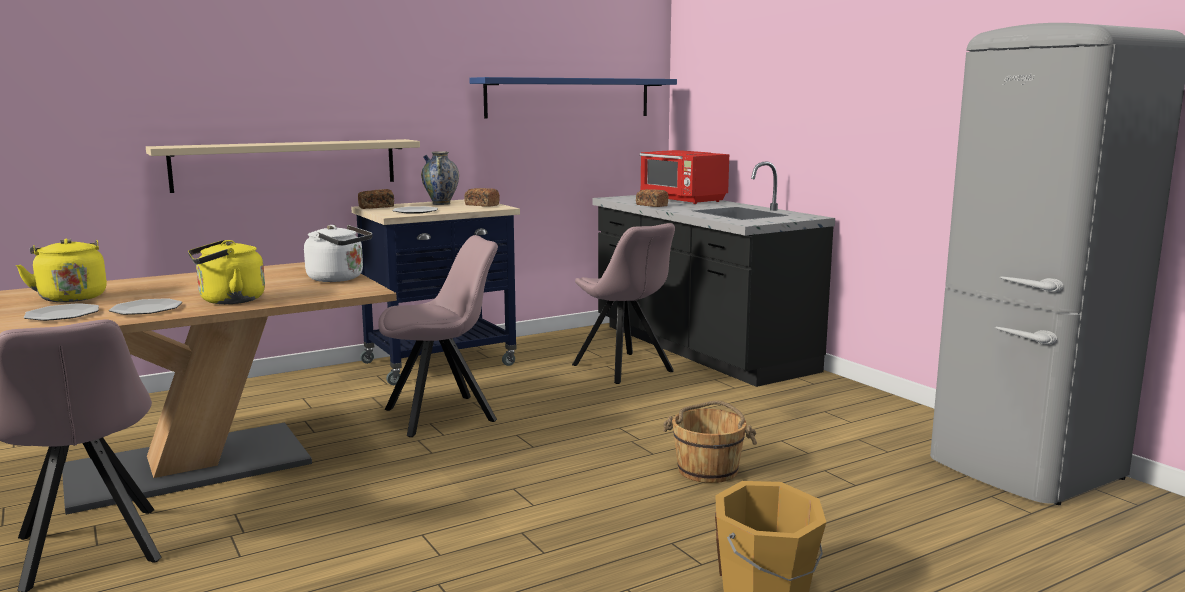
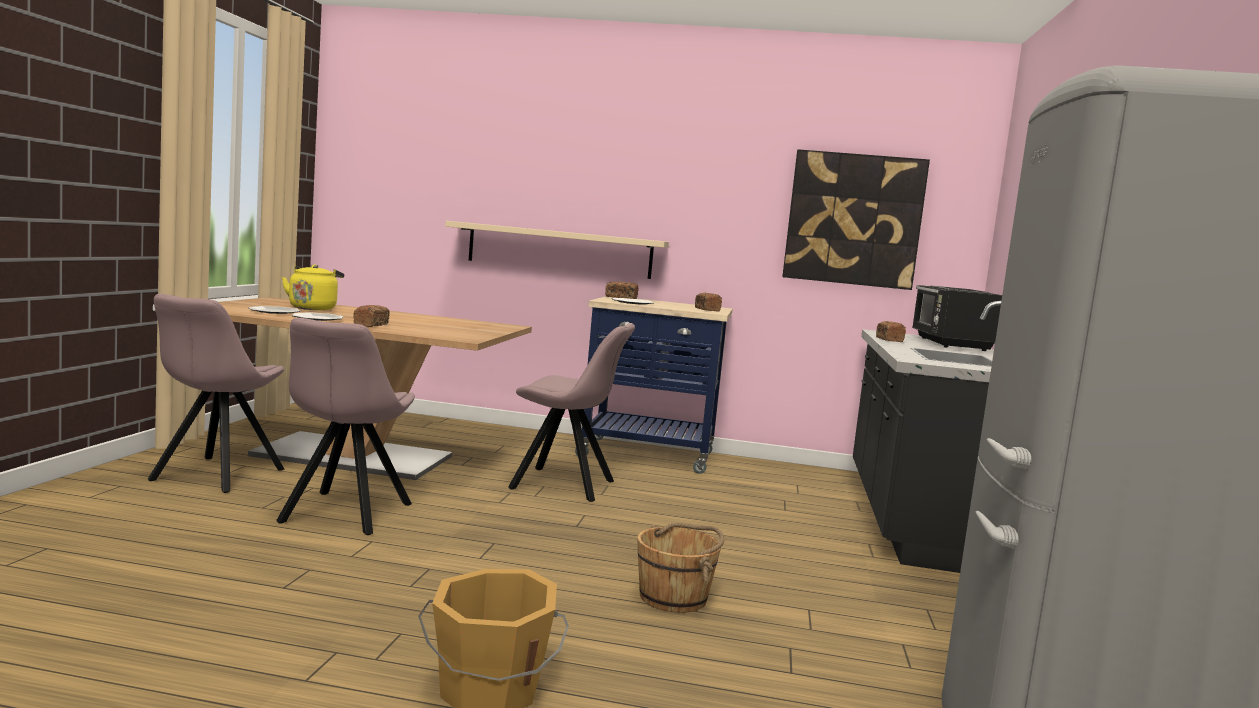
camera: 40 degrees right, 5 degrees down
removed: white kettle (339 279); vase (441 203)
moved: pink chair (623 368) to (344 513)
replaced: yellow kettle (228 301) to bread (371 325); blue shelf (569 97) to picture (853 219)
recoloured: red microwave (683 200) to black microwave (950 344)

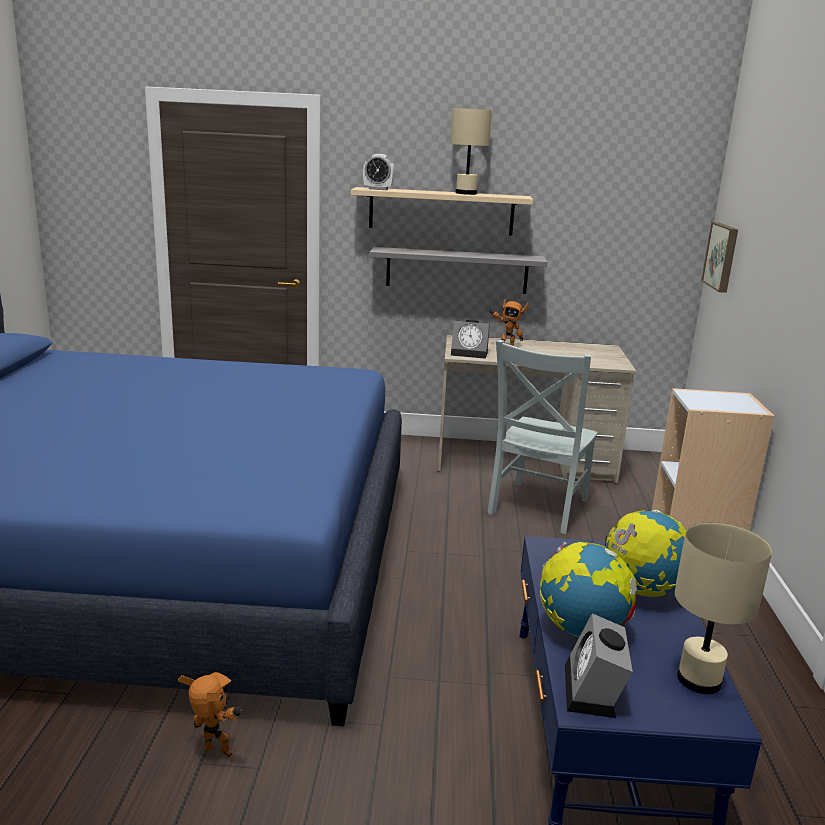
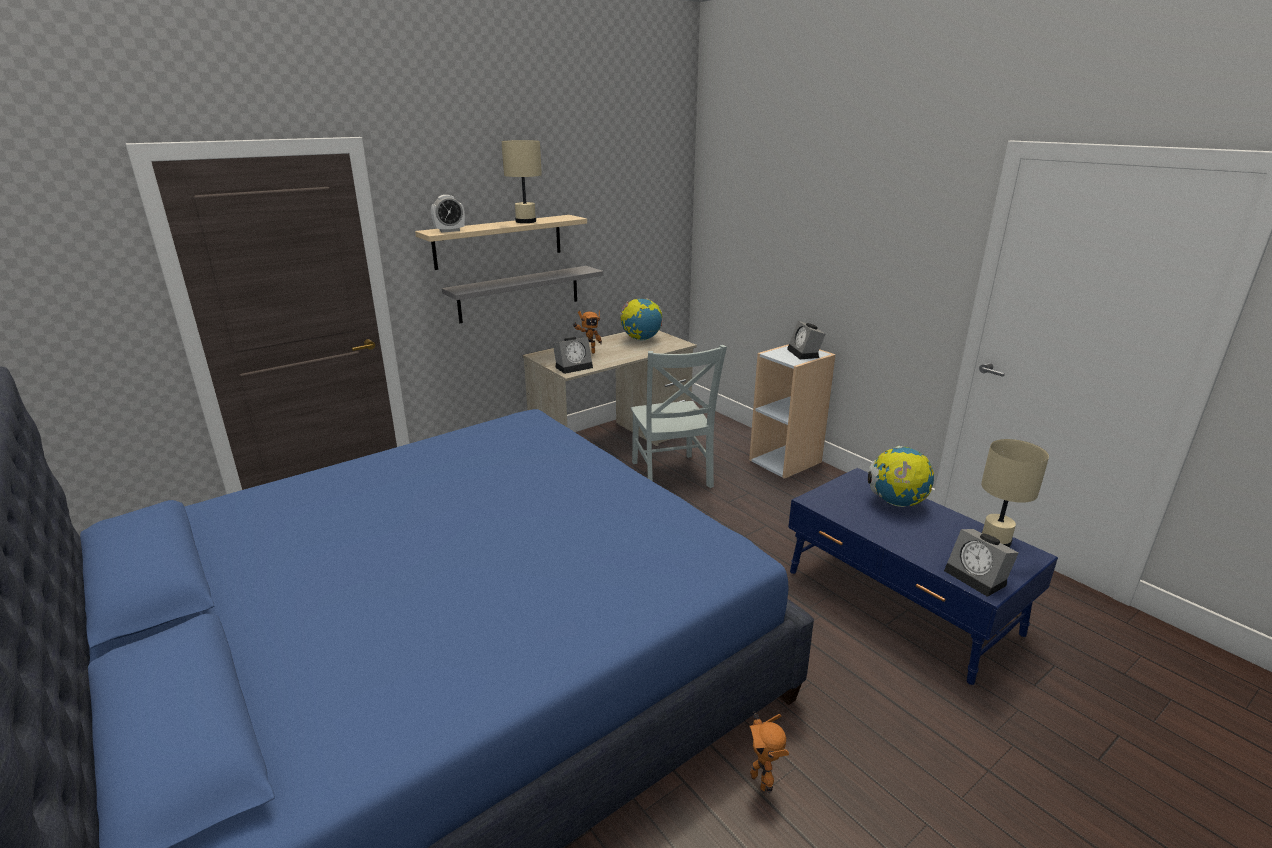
camera: 40 degrees left, 5 degrees up
removed: picture (722 256)
added: alarm clock (805 353)
moved: globe (581 630) to (641 339)
turned: toy robot (216 755) = (761 780) 90 degrees counterclockwise

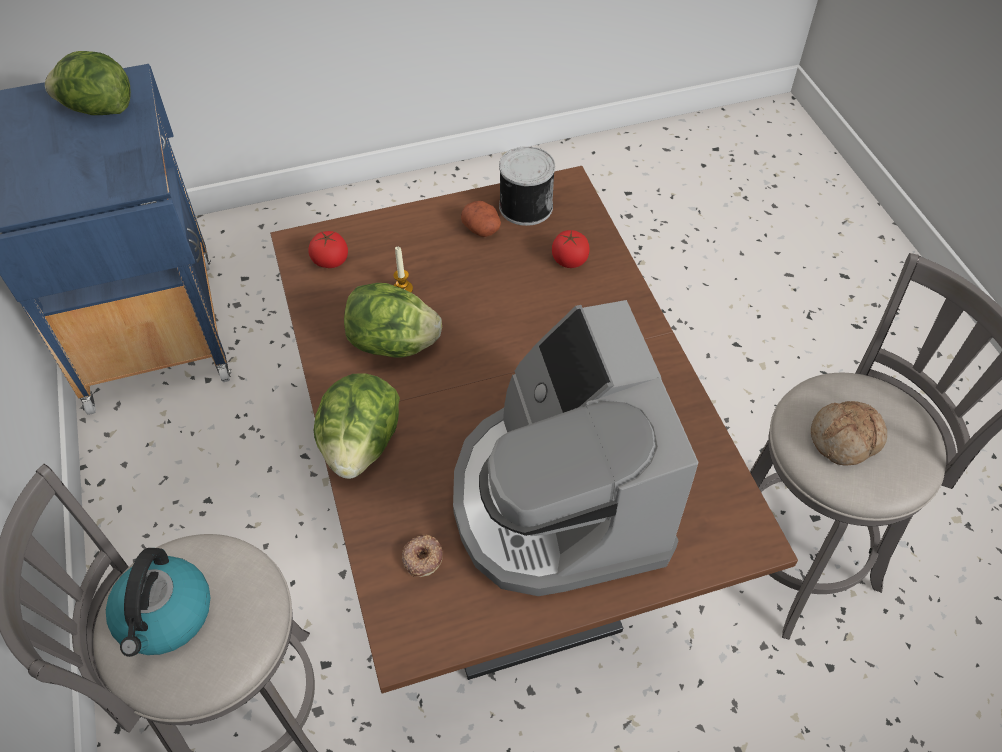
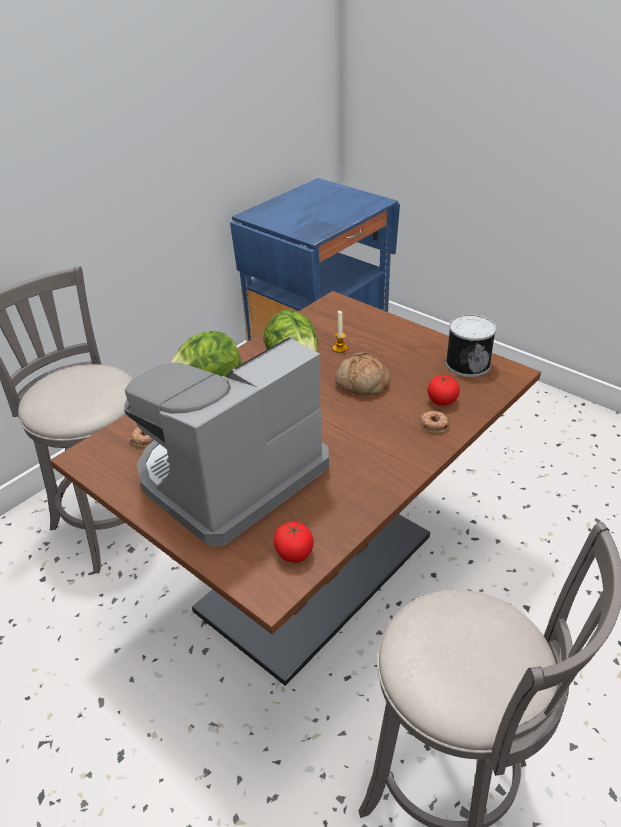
camera: 60 degrees right, 15 degrees down
removed: lettuce (98 110); kettle (165 616); potato (482 229)
added: donut (434 424)
moved: tomato (330 261) to (294 553); bread (845 440) to (361 384)

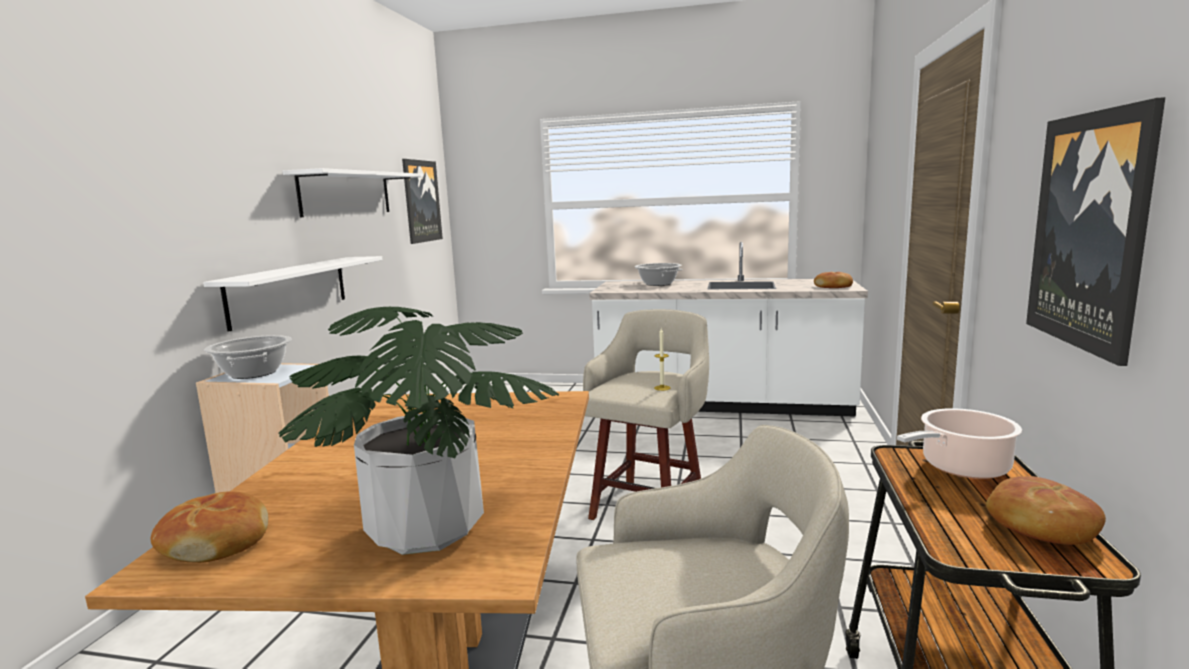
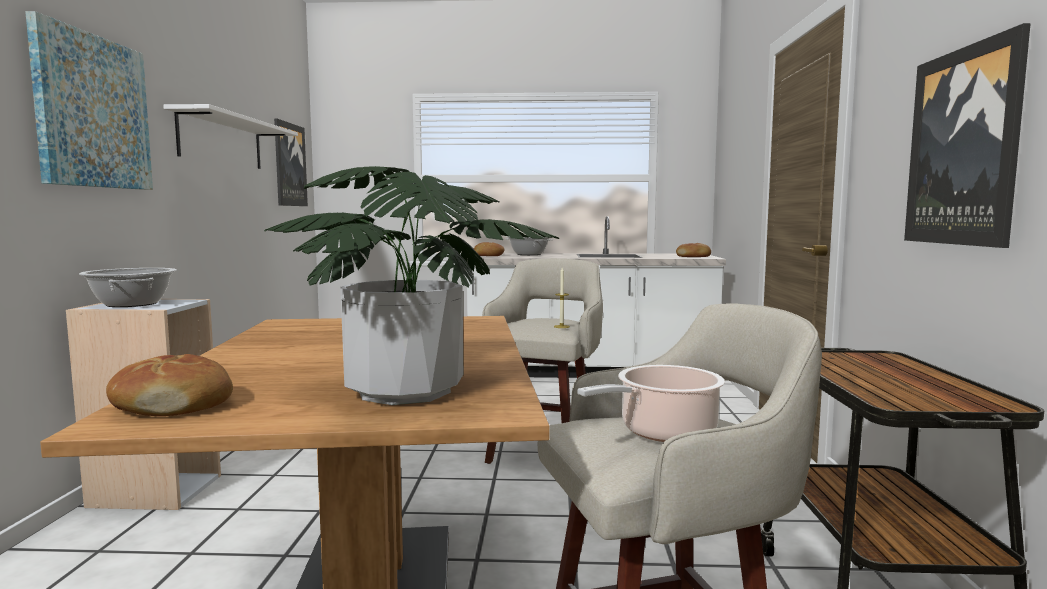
camera: 10 degrees left, 5 degrees down
removed: white shelf (289 290)
added: picture (92 112)
moved: cooking pot (961 467) to (663 432); bread (1040 525) to (488 256)

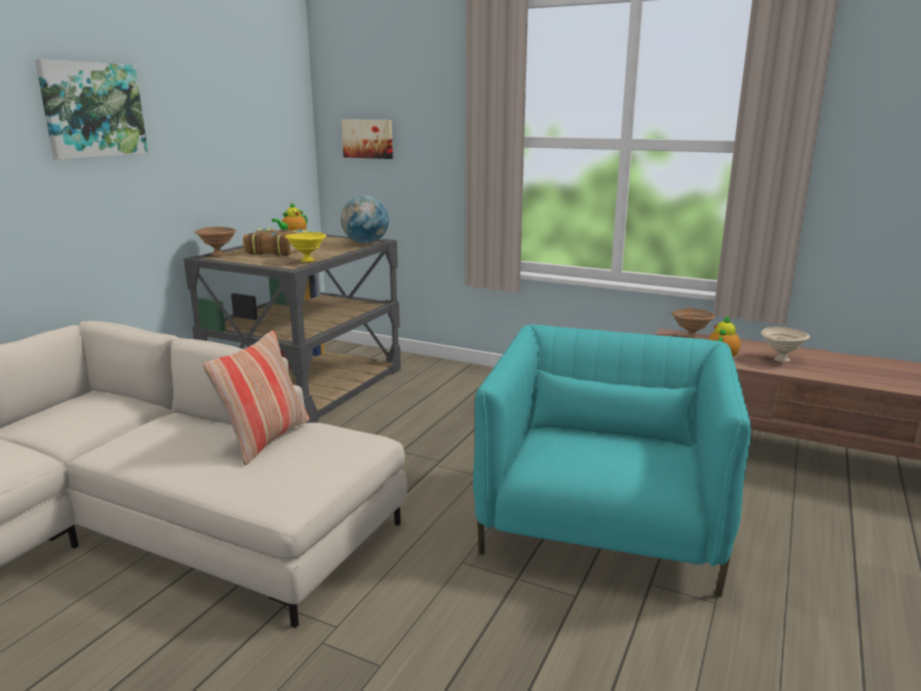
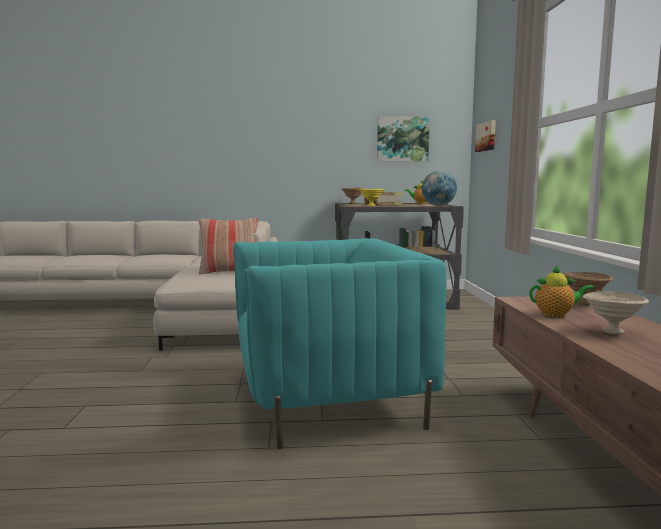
camera: 60 degrees right, 10 degrees down
moved: picture (93 110) to (402 139)

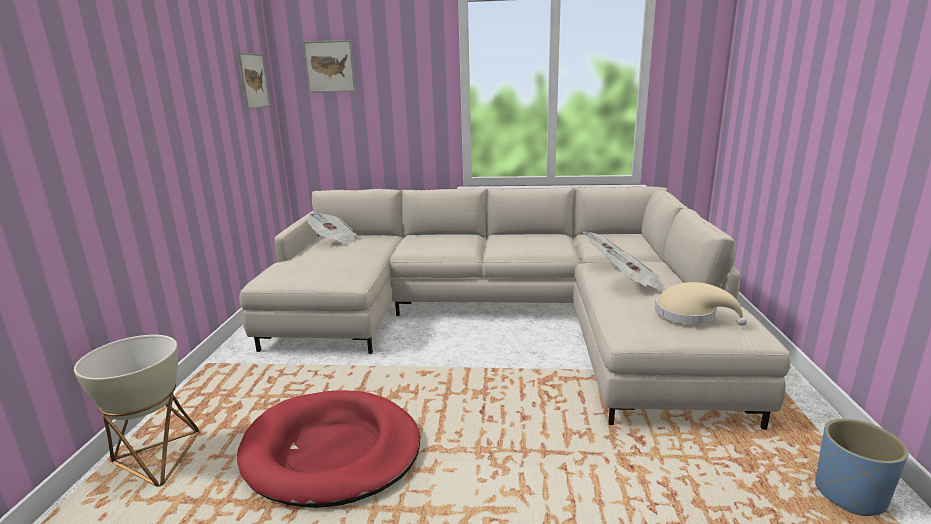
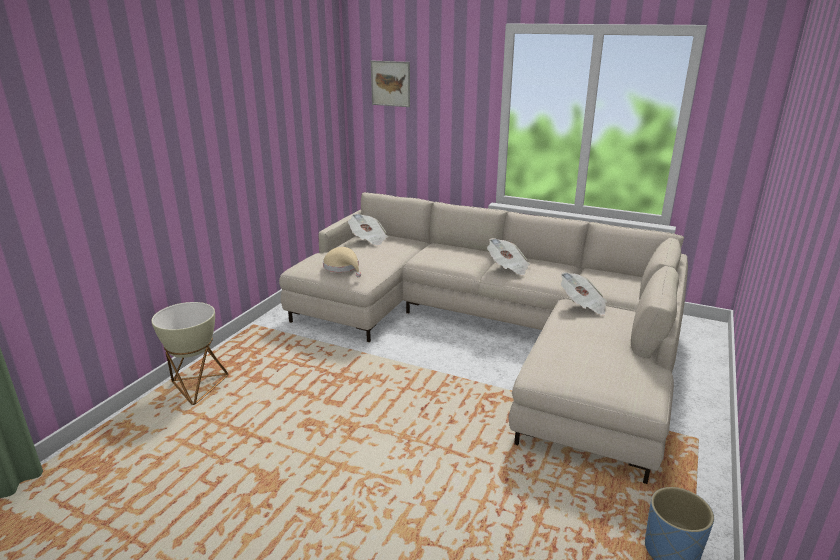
camera: 20 degrees right, 5 degrees up
removed: picture (253 80); red dog bed (332 451)
moved: newspaper (635 285) to (508 267); beige hat (690 315) to (343 267)

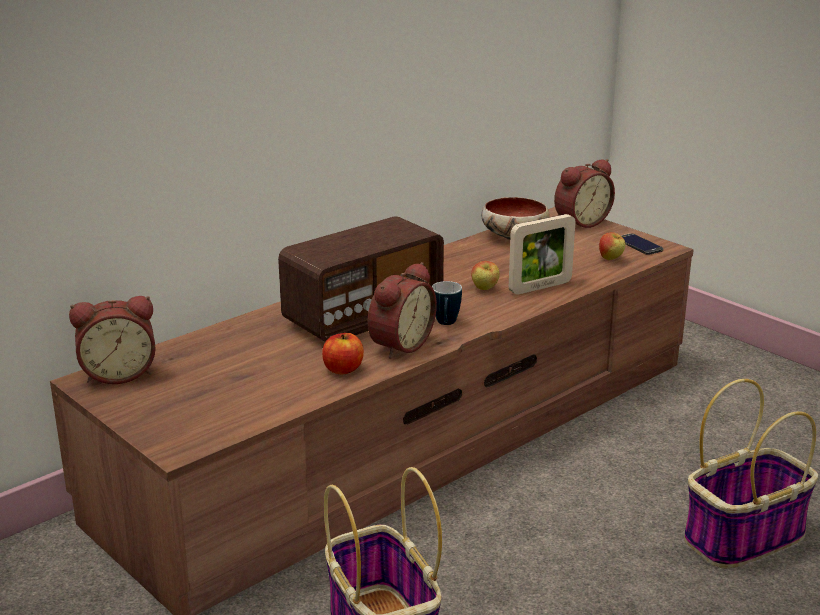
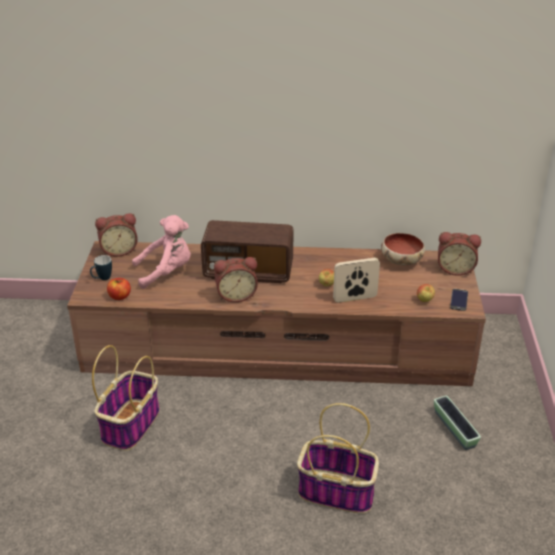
camera: 45 degrees right, 10 degrees up
added: pink plush toy (166 272); planter (454 429)
moved: apple (343 369) to (120 296); mug (446 324) to (102 279)
turned: alarm clock (119 373) = (119 250) 45 degrees counterclockwise; picture frame (540 287) = (355 298) 150 degrees clockwise

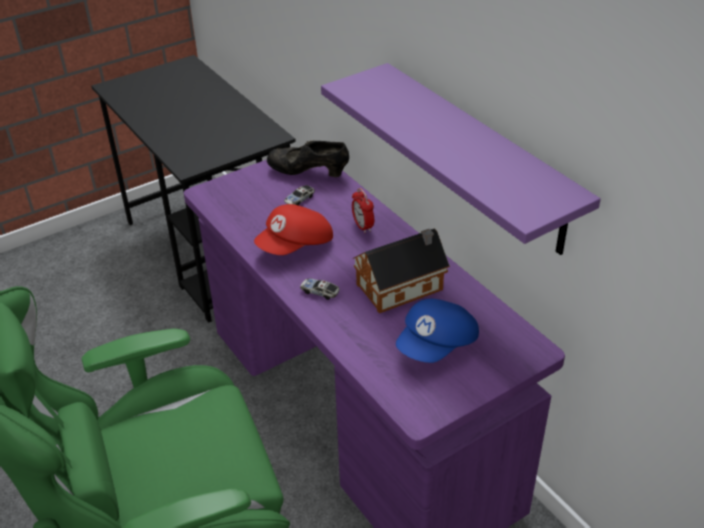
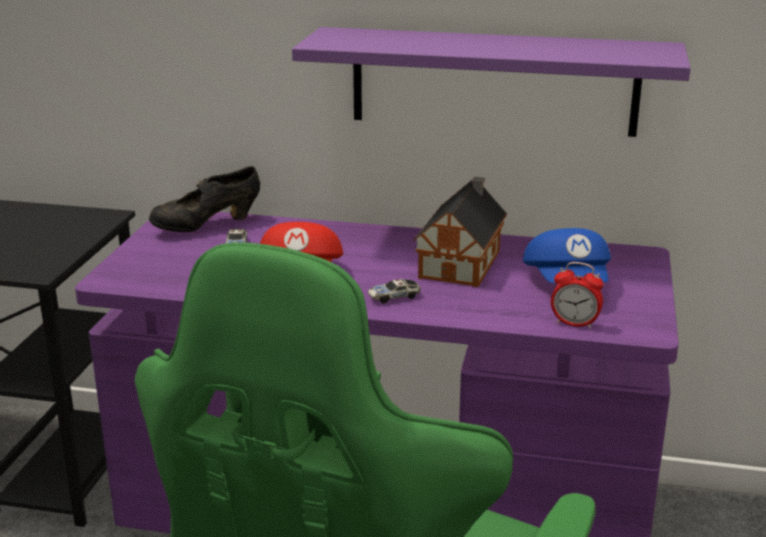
camera: 45 degrees left, 15 degrees down
moved: alarm clock (363 226) to (574 324)

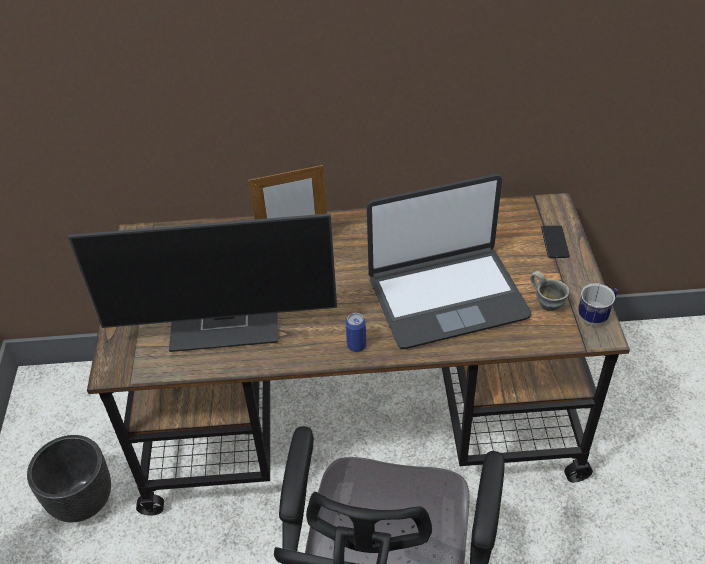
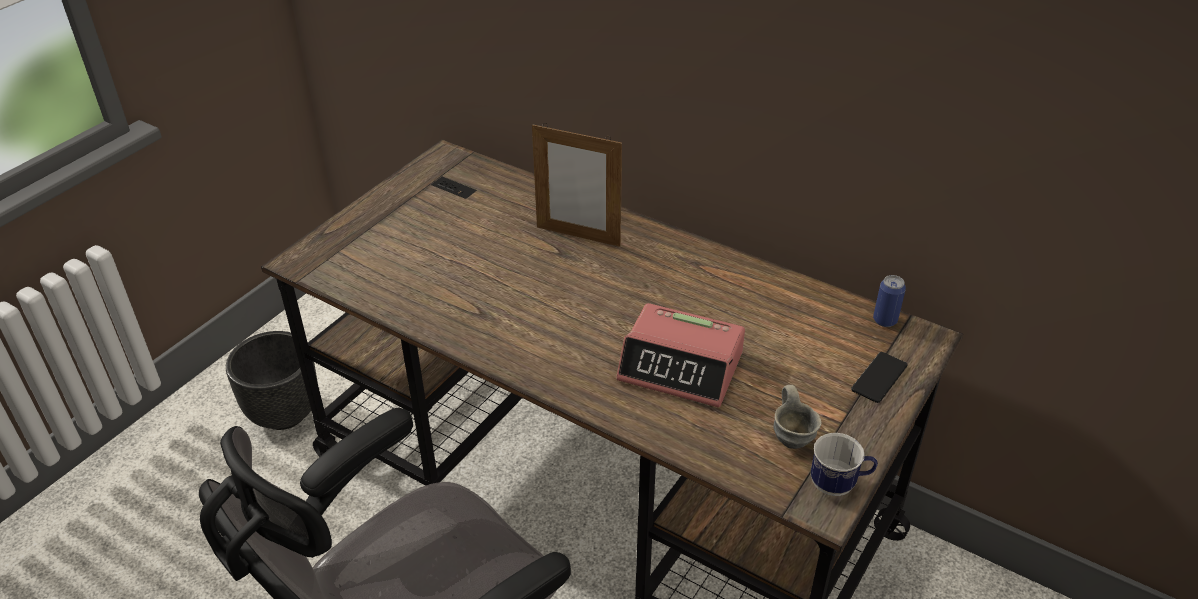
camera: 35 degrees right, 5 degrees down
removed: monitor (227 322)
moved: can (356 345) to (885 320)
replaced: laptop (446 297) to alarm clock (681 367)

